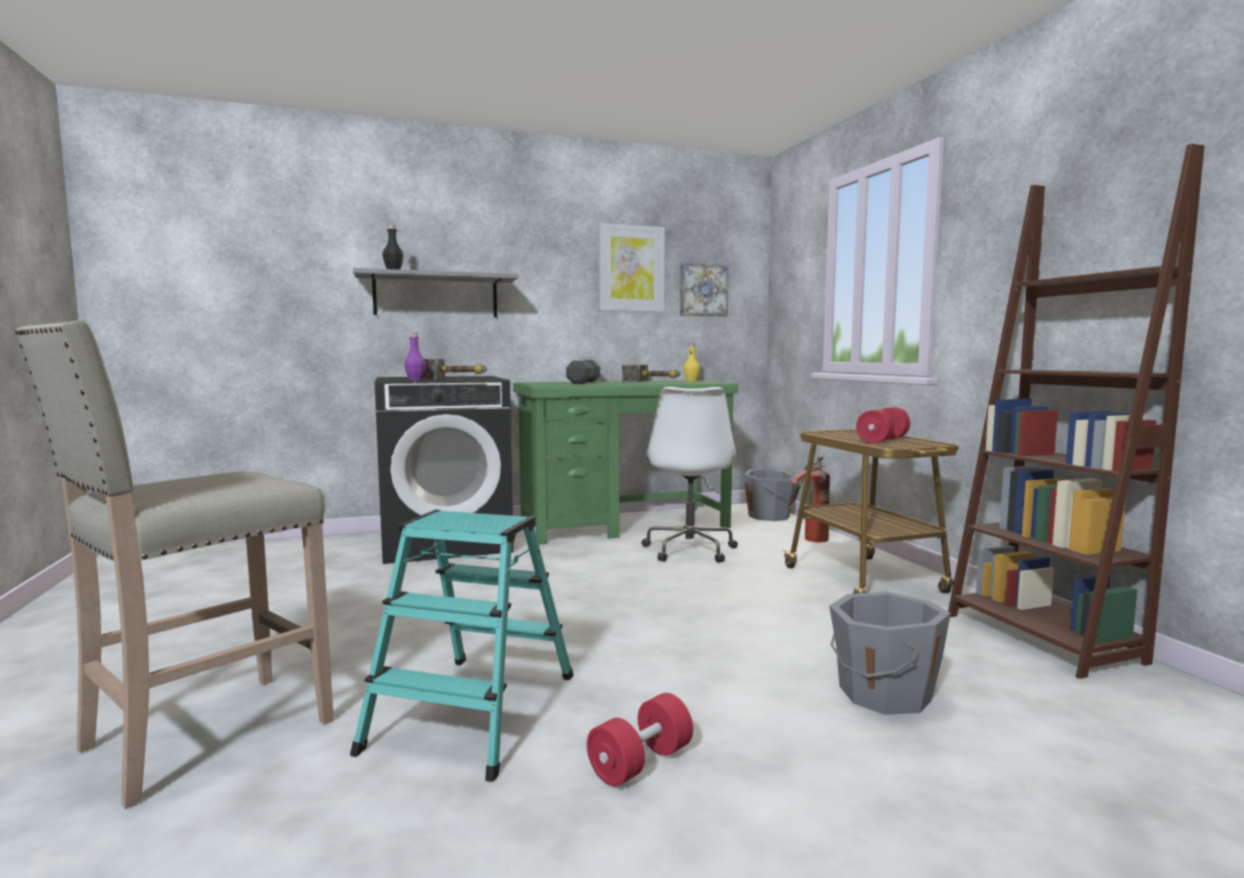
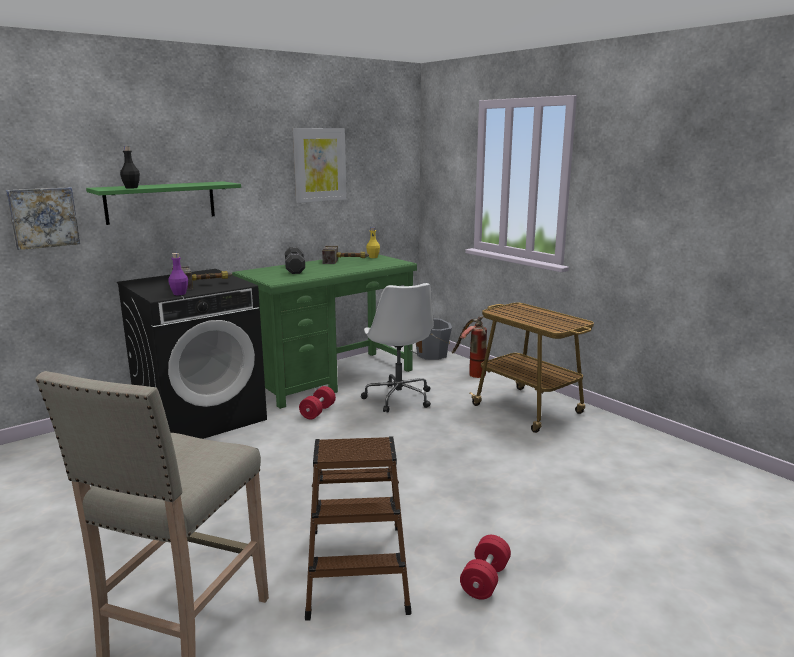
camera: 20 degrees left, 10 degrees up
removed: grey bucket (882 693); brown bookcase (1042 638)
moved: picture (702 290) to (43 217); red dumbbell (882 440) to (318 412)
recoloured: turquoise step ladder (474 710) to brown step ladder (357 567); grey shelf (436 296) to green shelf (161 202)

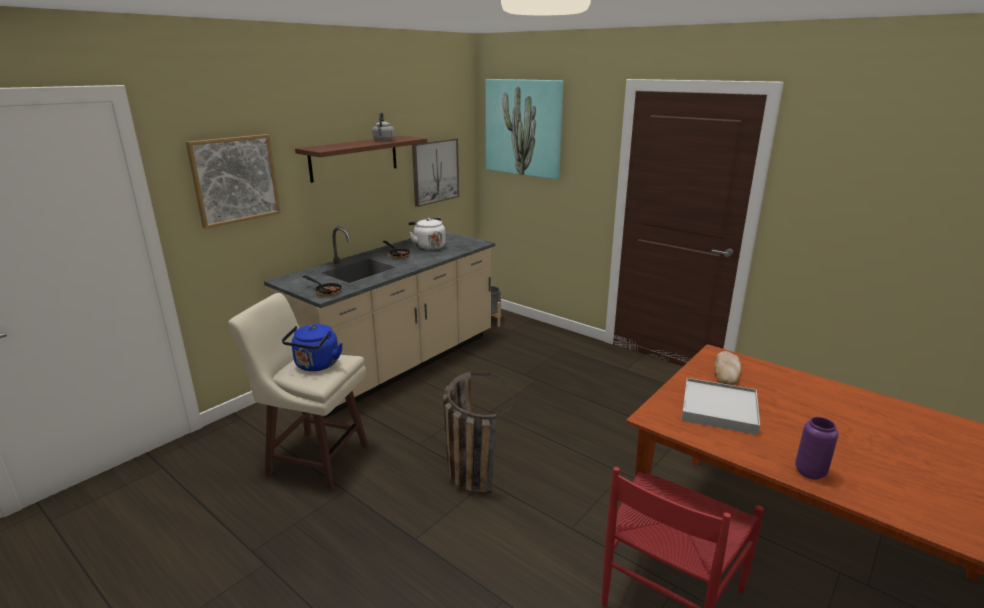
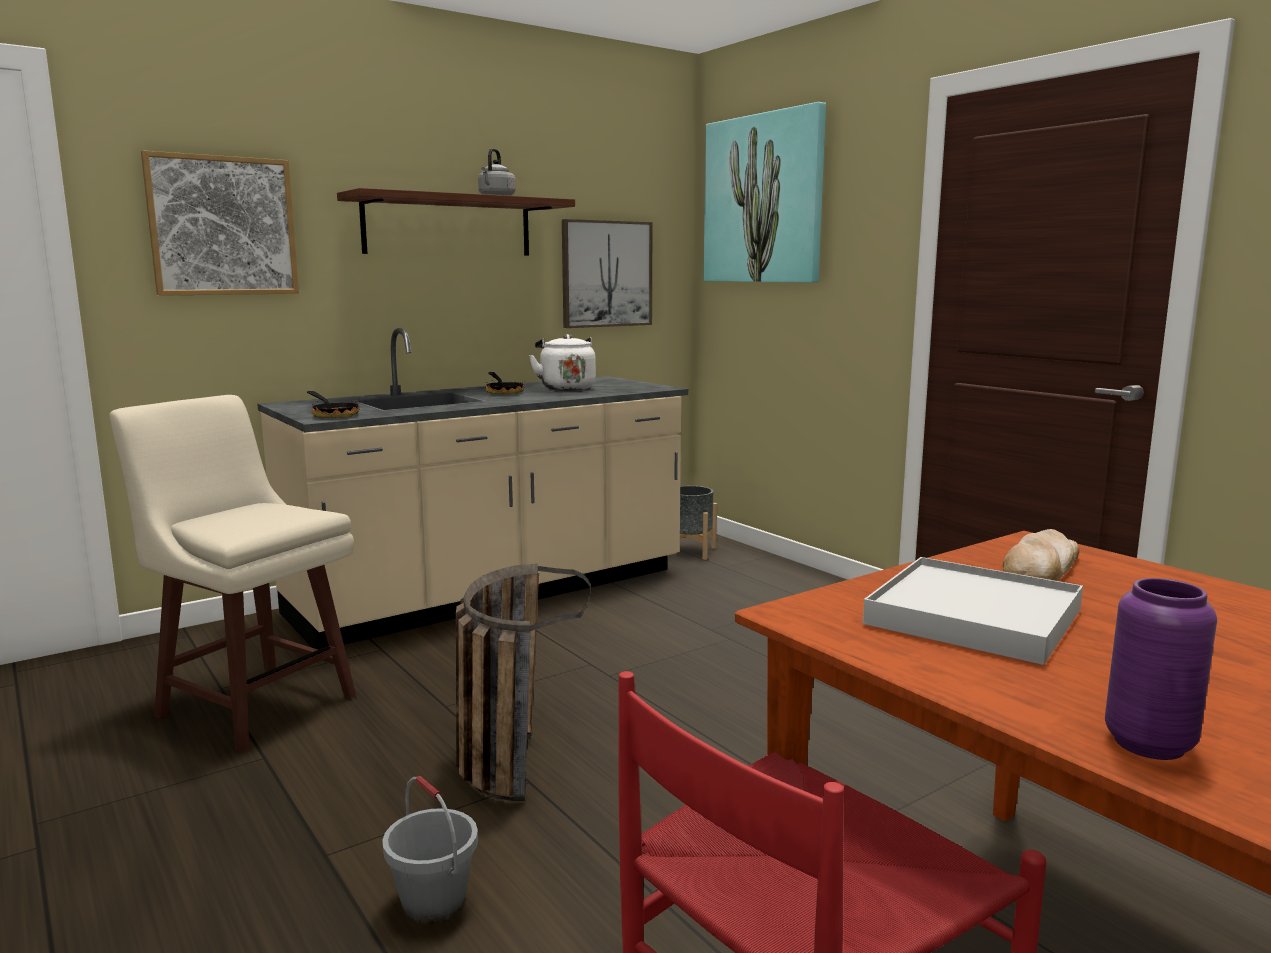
camera: 15 degrees right, 10 degrees down
removed: blue kettle (316 366)
added: grey bucket (433 903)

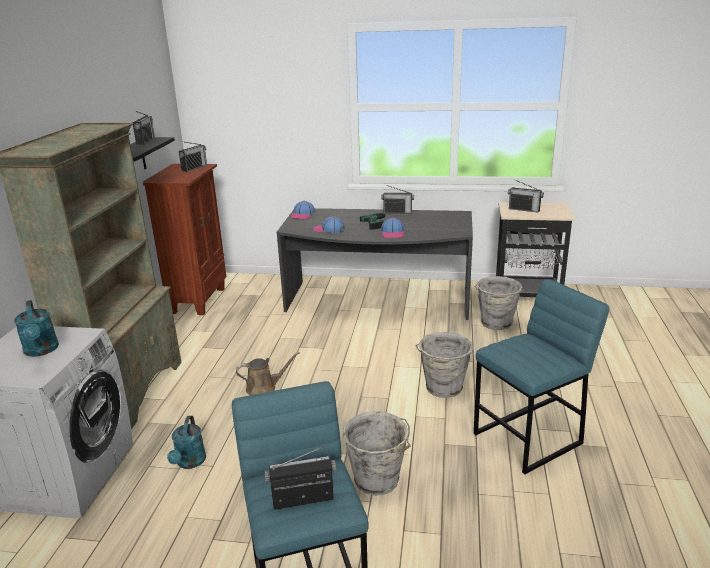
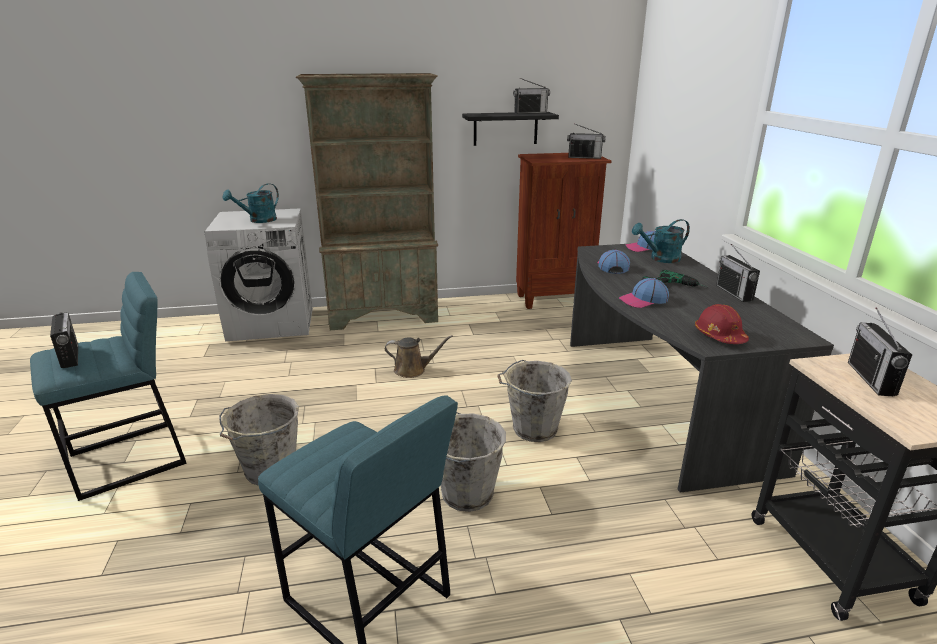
camera: 70 degrees right, 0 degrees up
added: red hard hat (719 336)
moved: turquoise watering can (190 463) to (660 259); grey bucket (496 323) to (533 429)
turned: brown watering can (264 388) = (413 370) 60 degrees counterclockwise

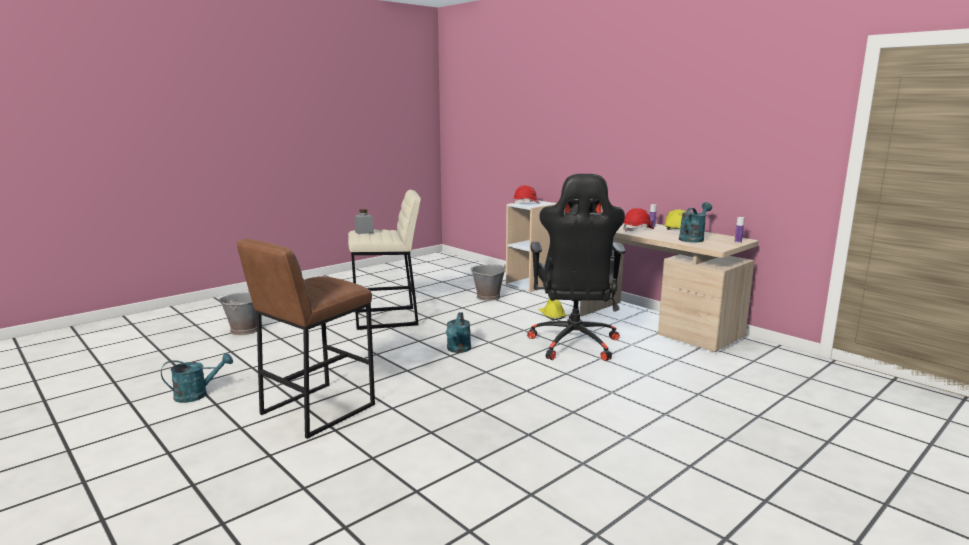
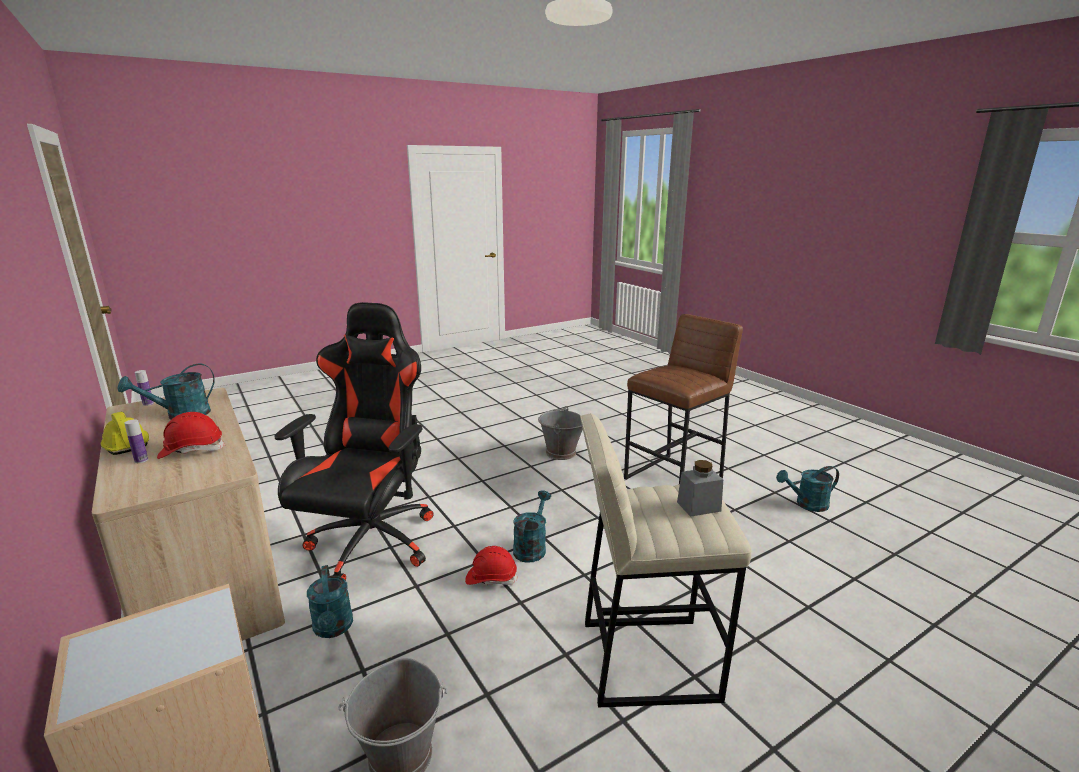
camera: 170 degrees left, 5 degrees up
moved: grey bucket (245 330) to (560 453); red hard hat (526 203) to (491 578)
replaced: yellow hard hat (551 315) to turquoise watering can (333 629)

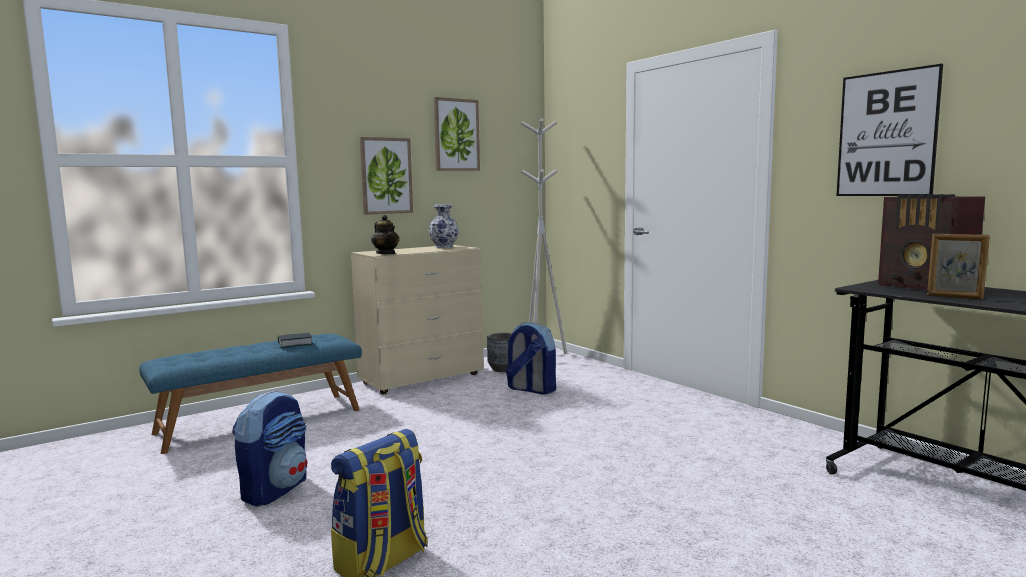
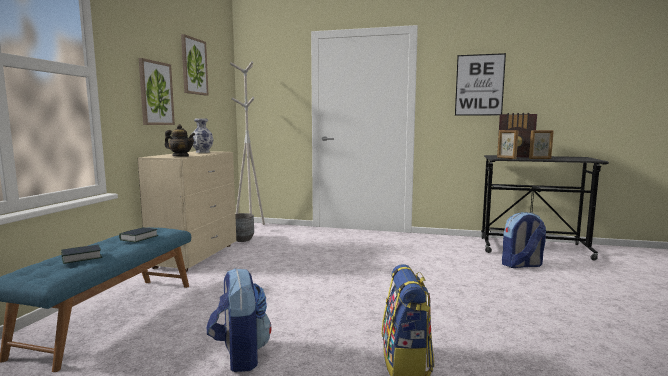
camera: 40 degrees left, 0 degrees up
added: book (81 258); picture frame (506 158)
moved: backpack (530 389) to (521 265)

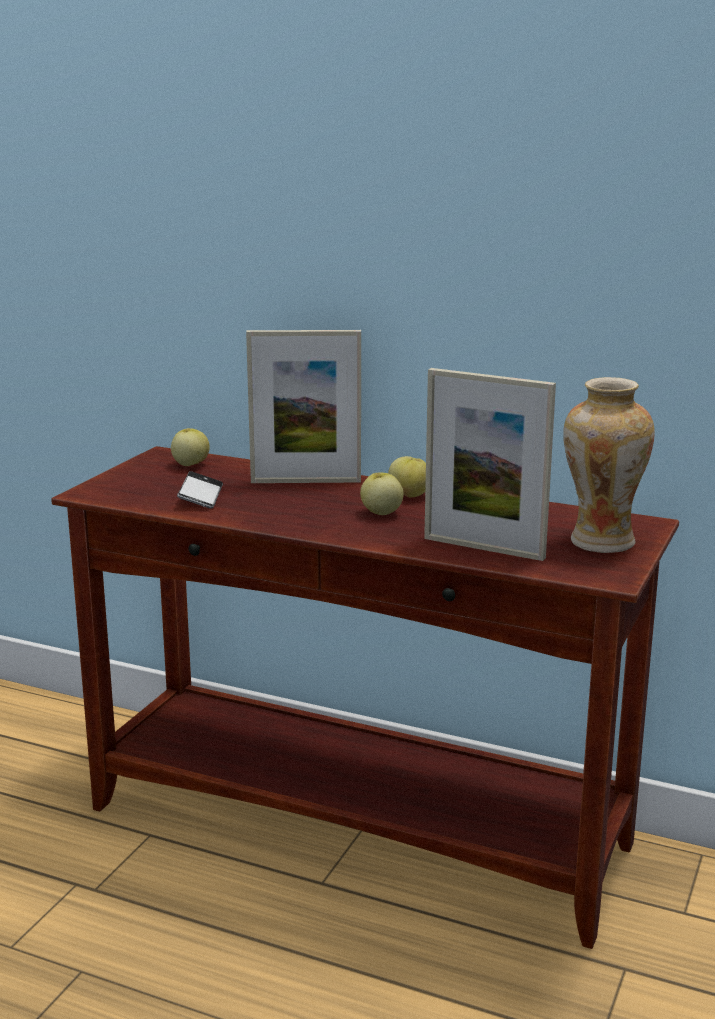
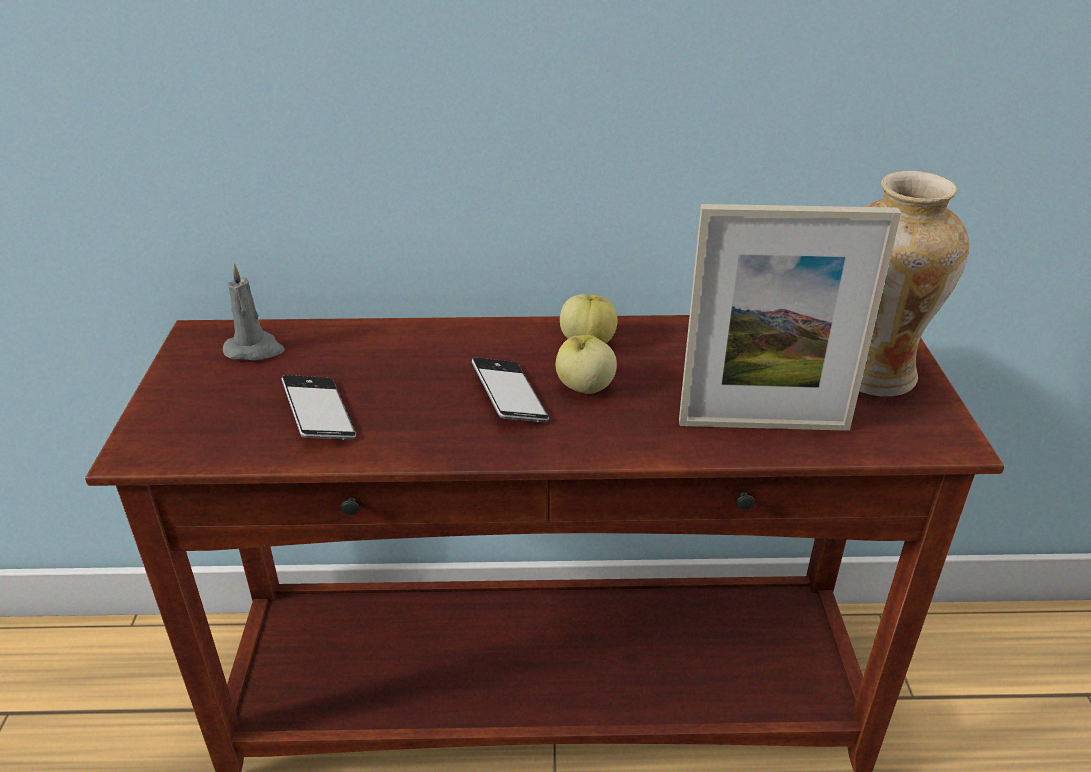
camera: 25 degrees left, 15 degrees up
removed: picture frame (306 481)
added: phone (509 397)
replaced: apple (190 465) to grey candle (255 350)

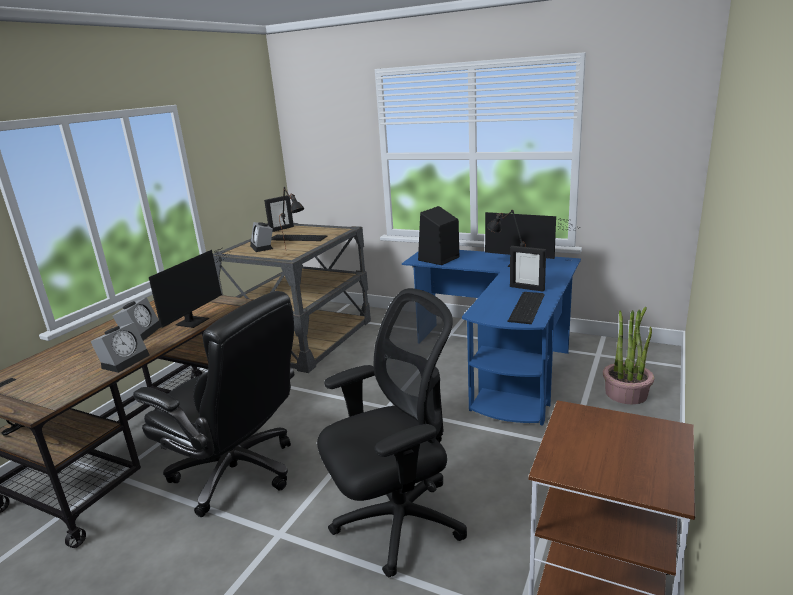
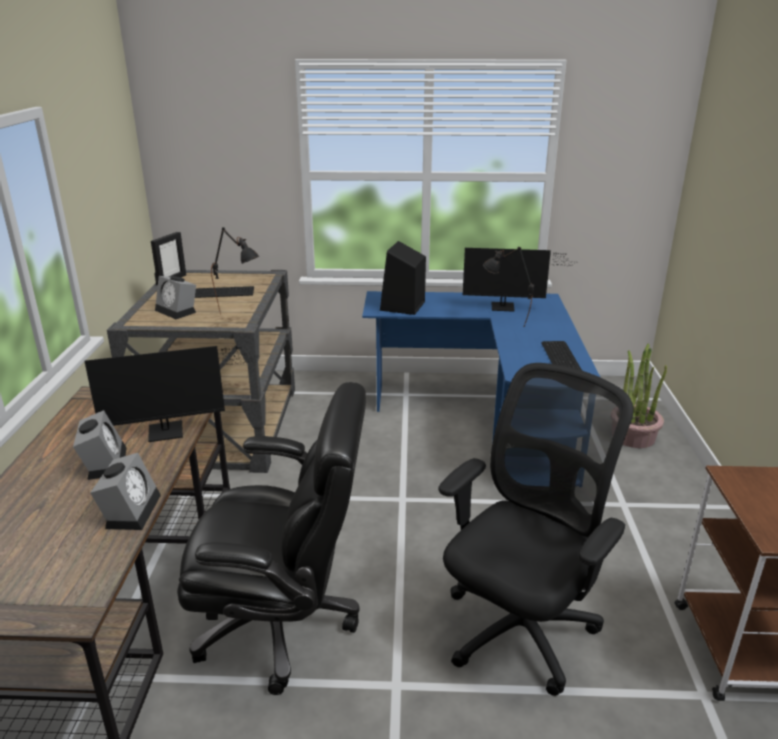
camera: 25 degrees left, 5 degrees up
removed: picture frame (527 288)
turned: monitor (196 320) = (172 431) 75 degrees clockwise

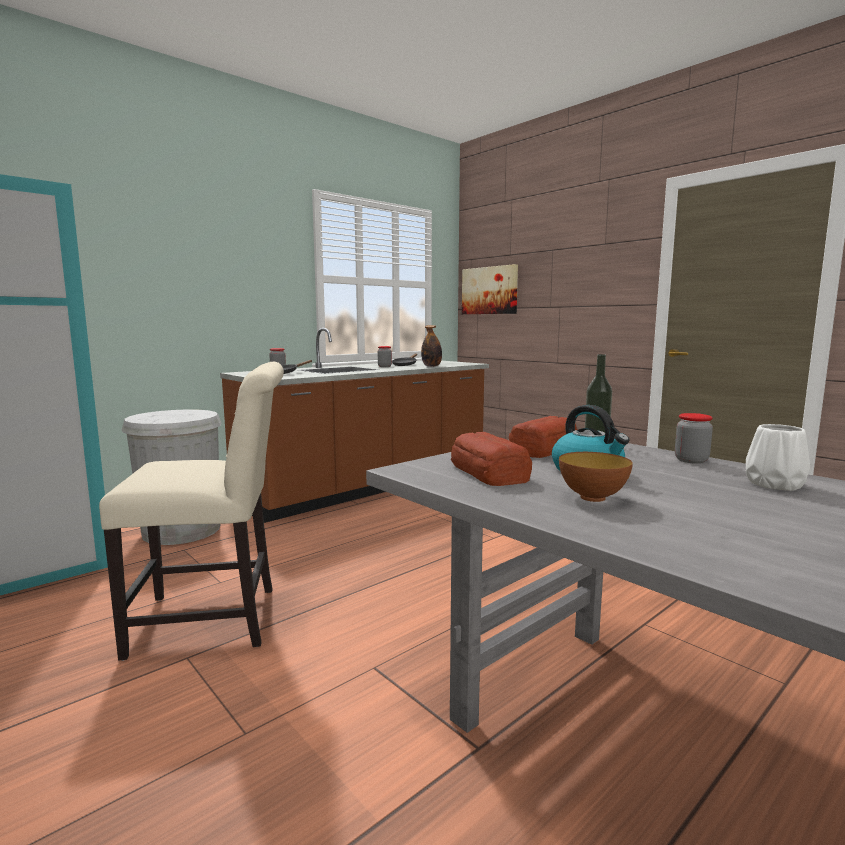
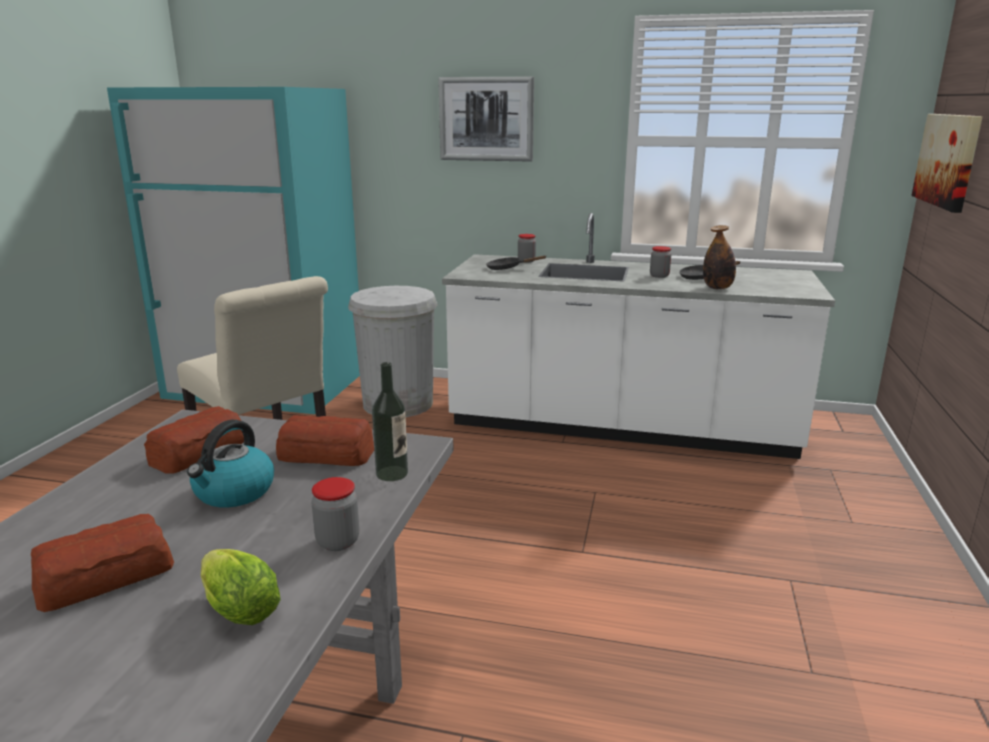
camera: 55 degrees right, 10 degrees up
removed: bowl (592 497)
added: bread (107 576); picture (486 119)
replaced: white vase (776 484) to lettuce (237 608)
recoloured: brown counter (369 486) to white counter (621 426)

